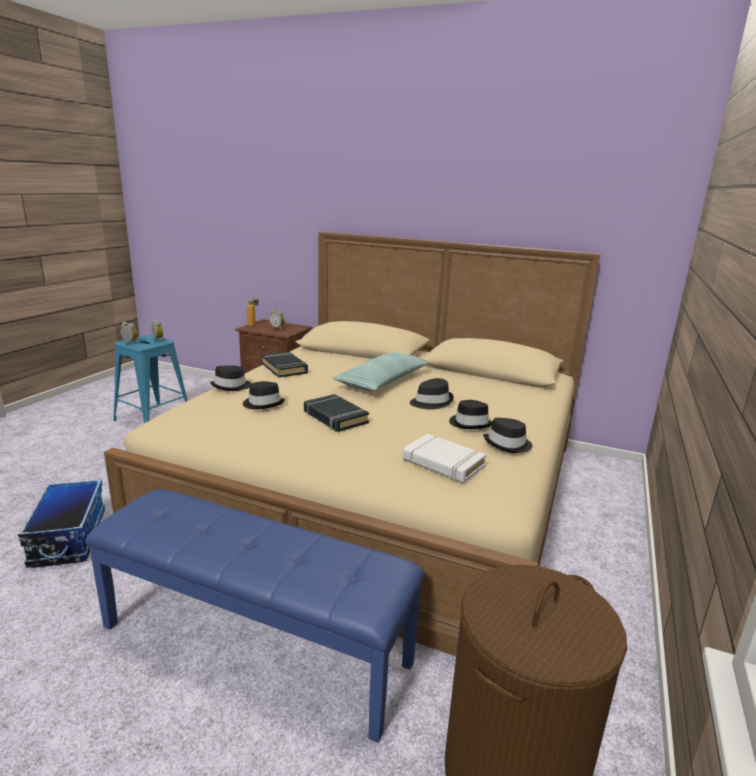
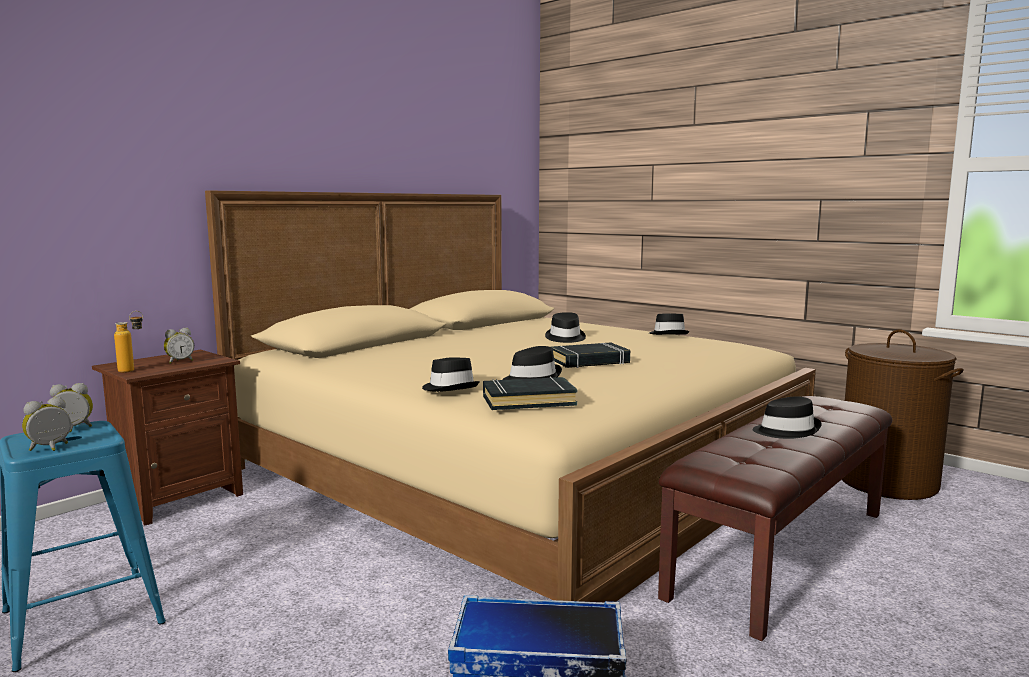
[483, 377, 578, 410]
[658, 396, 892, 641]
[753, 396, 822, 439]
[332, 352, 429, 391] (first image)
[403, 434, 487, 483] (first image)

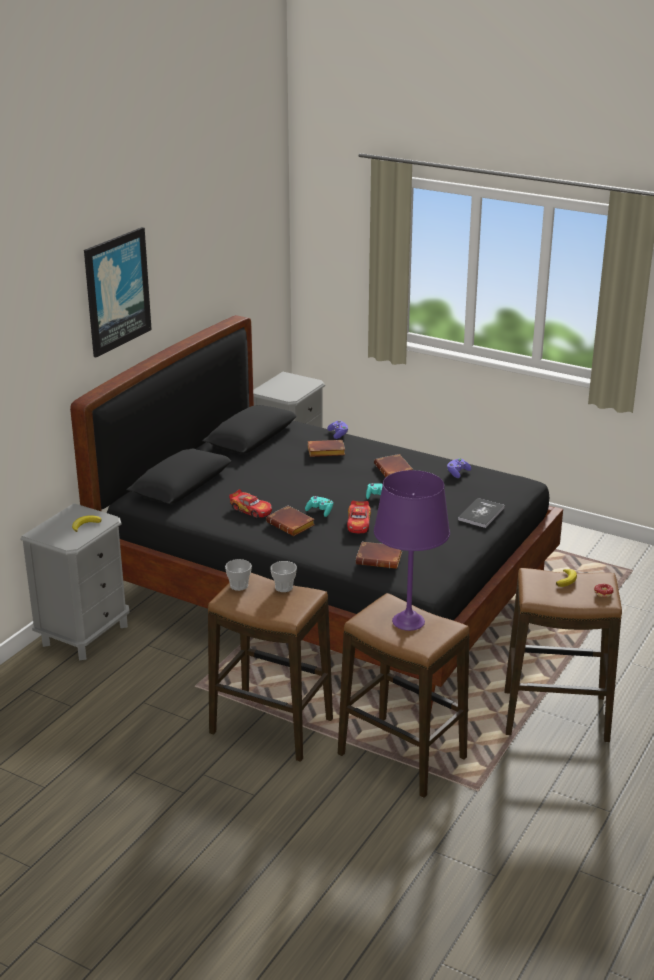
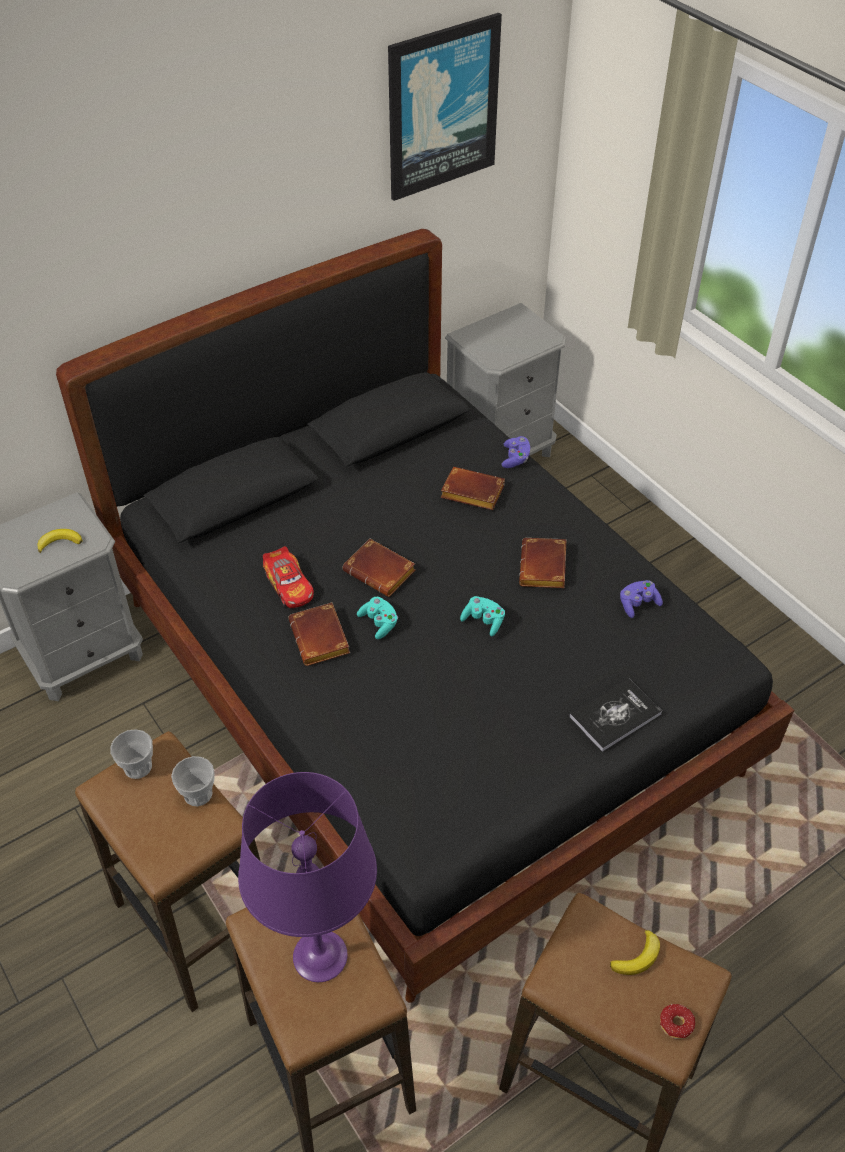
[342, 539, 415, 597]
[388, 13, 502, 201]
[347, 501, 371, 533] (first image)

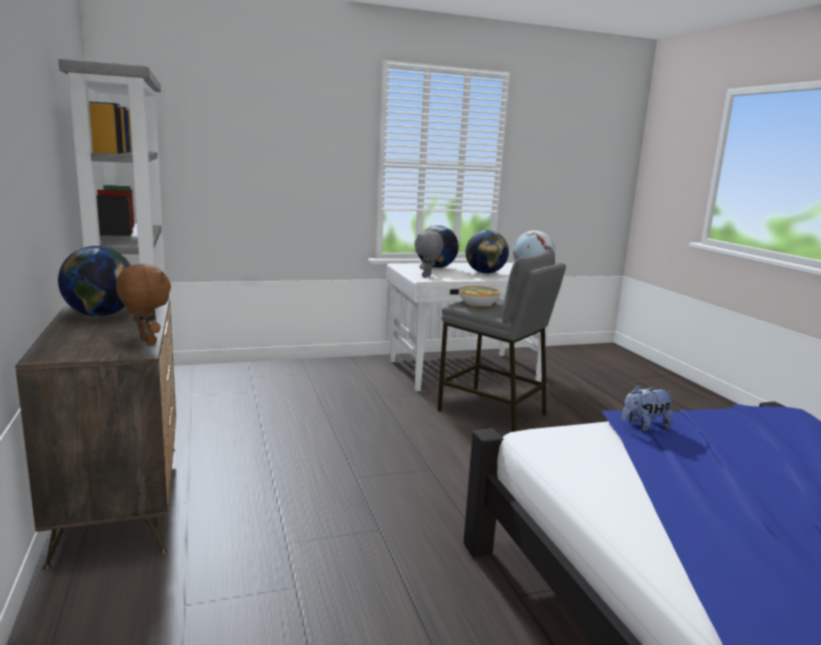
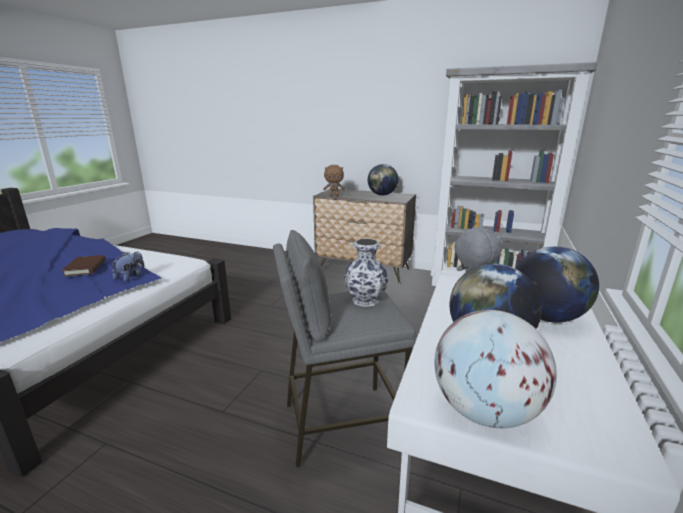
[61, 255, 106, 277]
[344, 239, 388, 307]

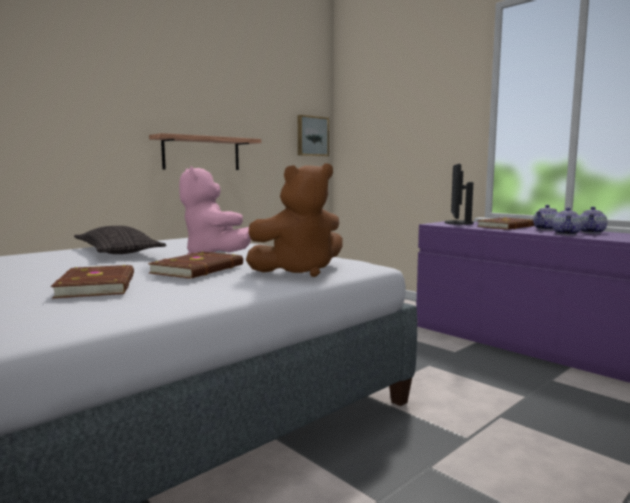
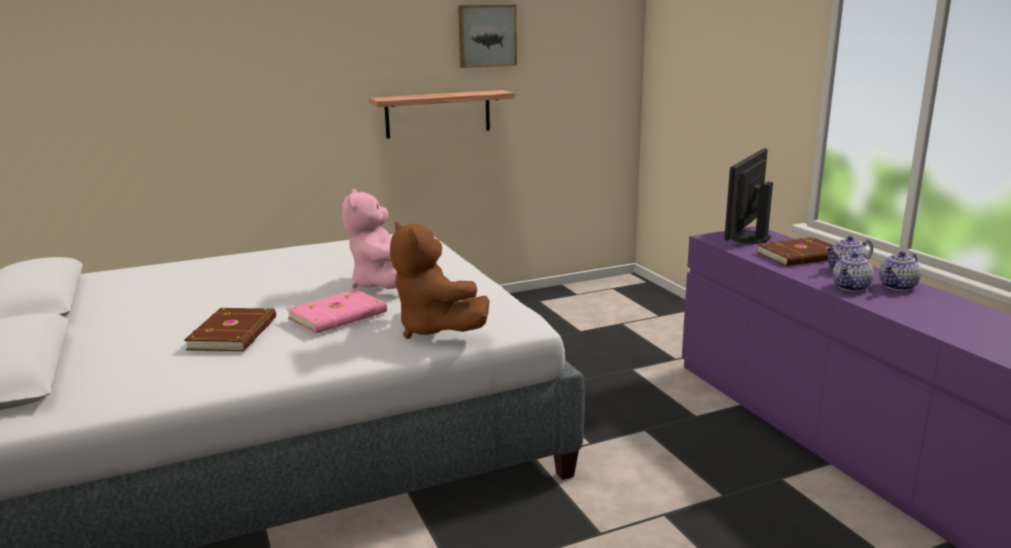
[287, 289, 387, 334]
[390, 222, 489, 339]
[458, 5, 517, 68]
[74, 226, 166, 254] (first image)

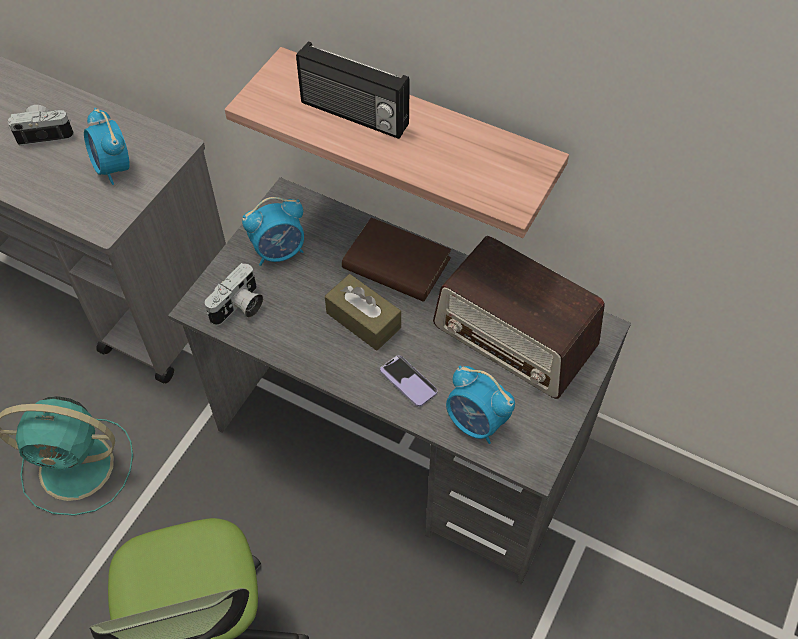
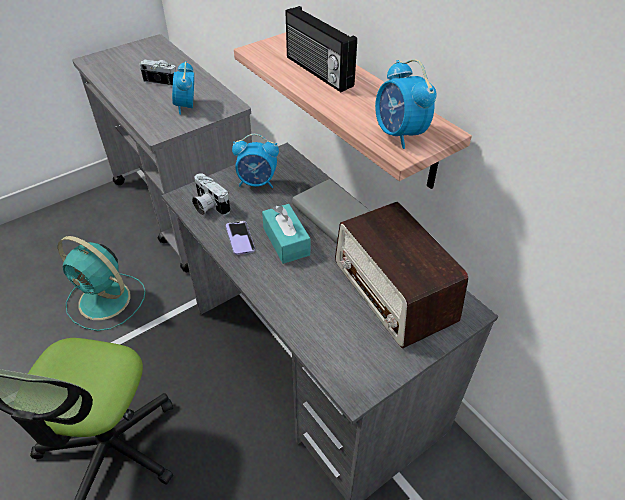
[192, 173, 230, 215]
[226, 221, 255, 255]
[262, 204, 310, 264]
[292, 179, 370, 244]
[375, 59, 437, 149]

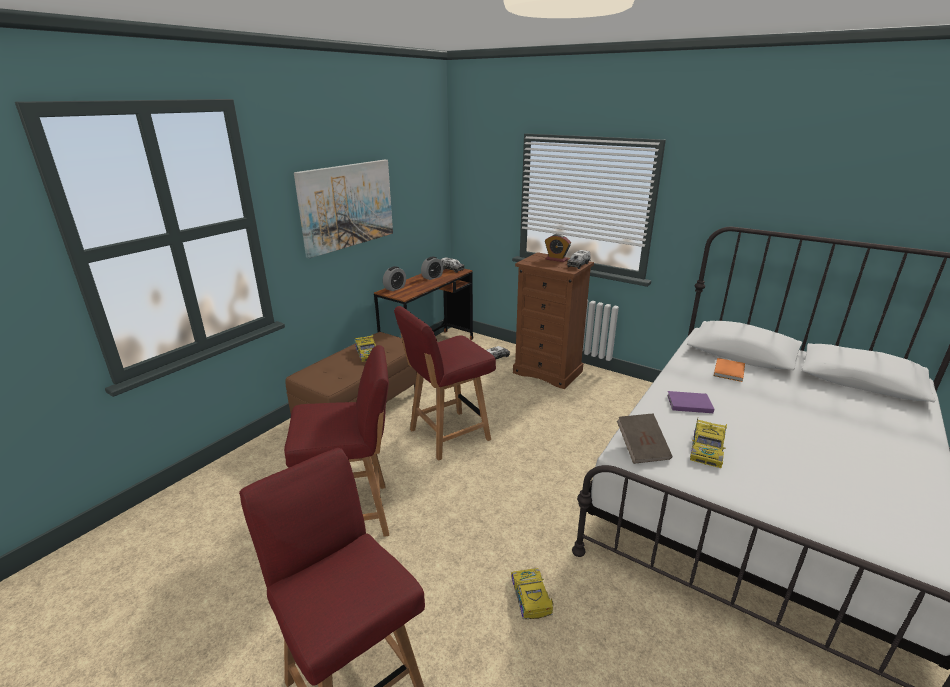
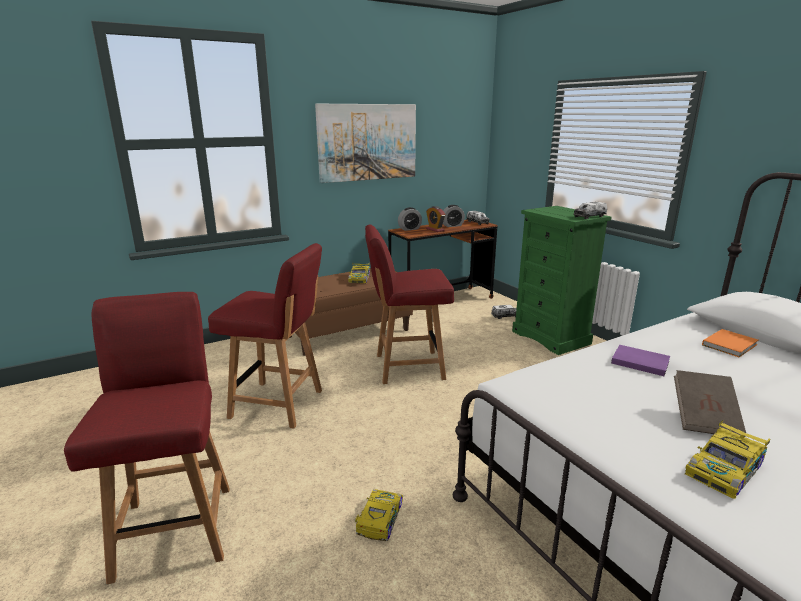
[426, 206, 445, 232]
[512, 206, 611, 355]
[674, 370, 746, 437]
[685, 420, 770, 499]

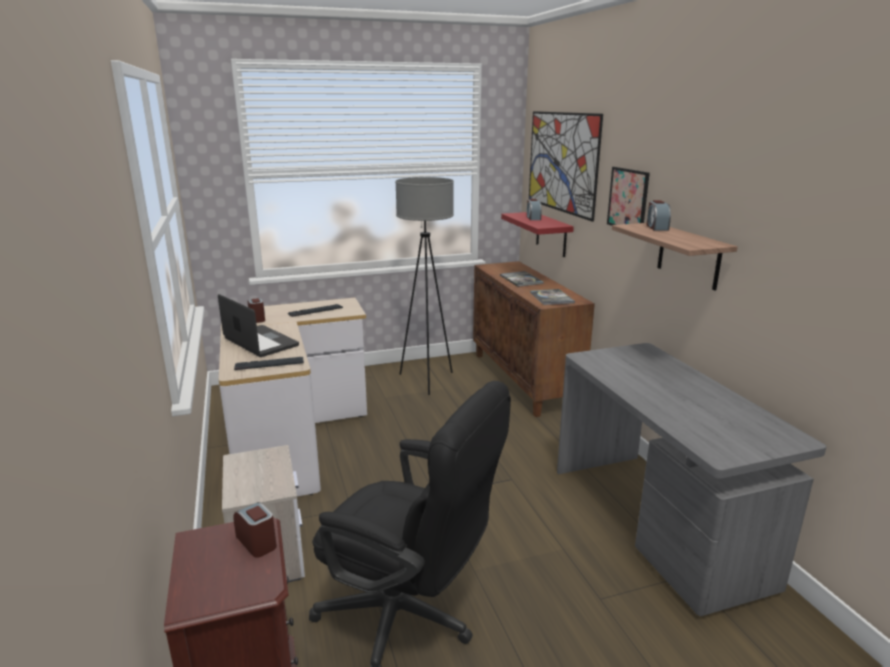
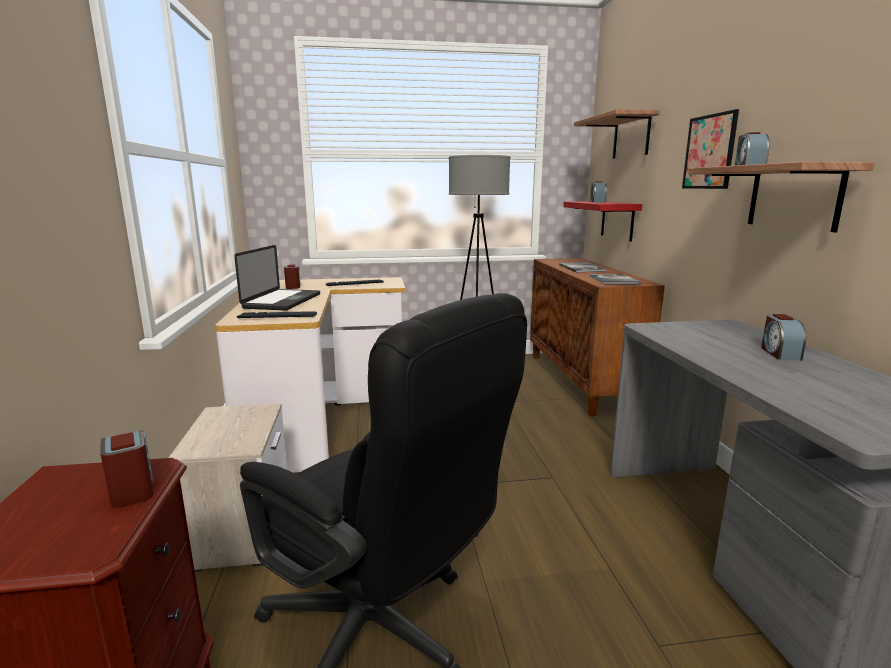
[234, 245, 320, 310]
[574, 109, 660, 159]
[761, 314, 806, 360]

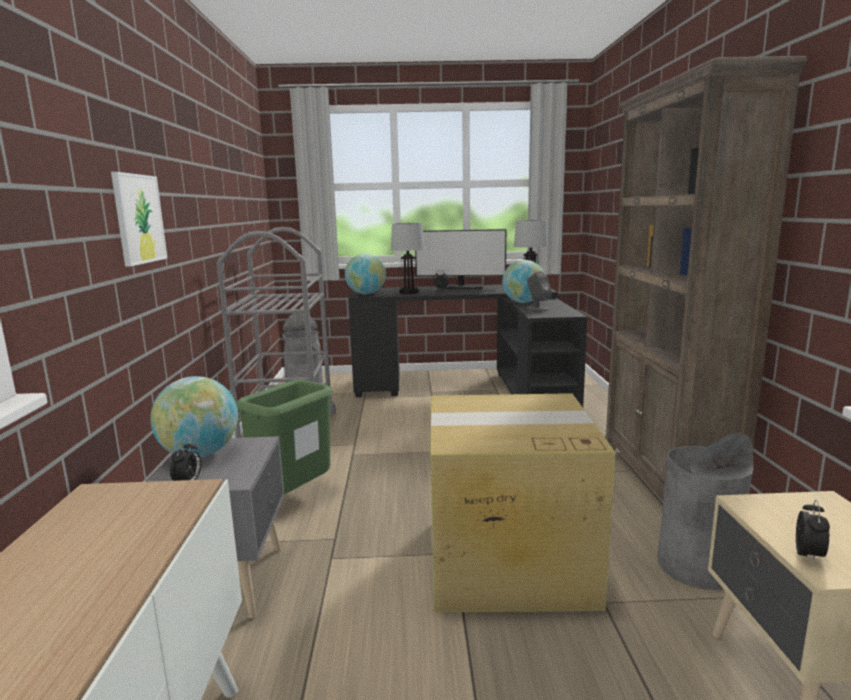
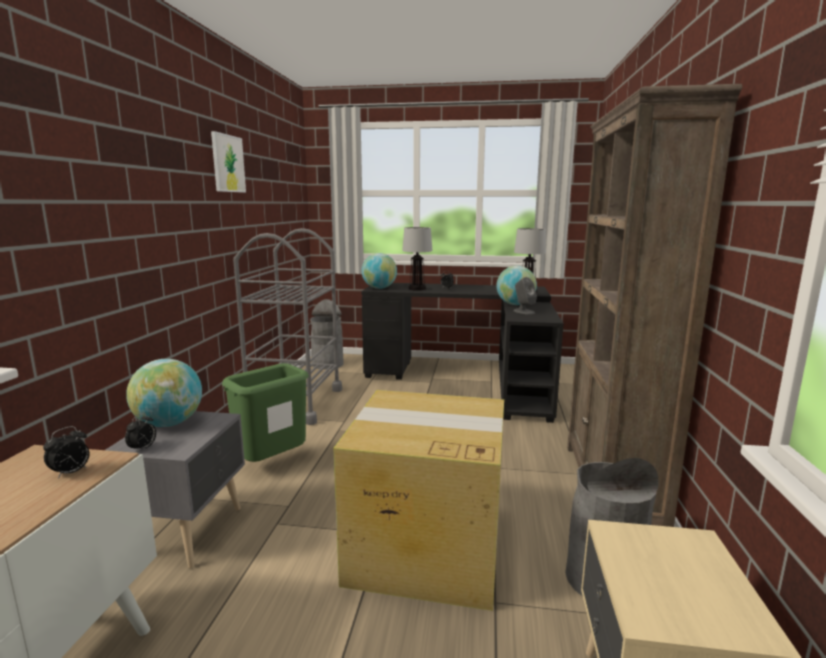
[43, 426, 89, 479]
[211, 131, 246, 193]
[415, 229, 506, 289] (first image)

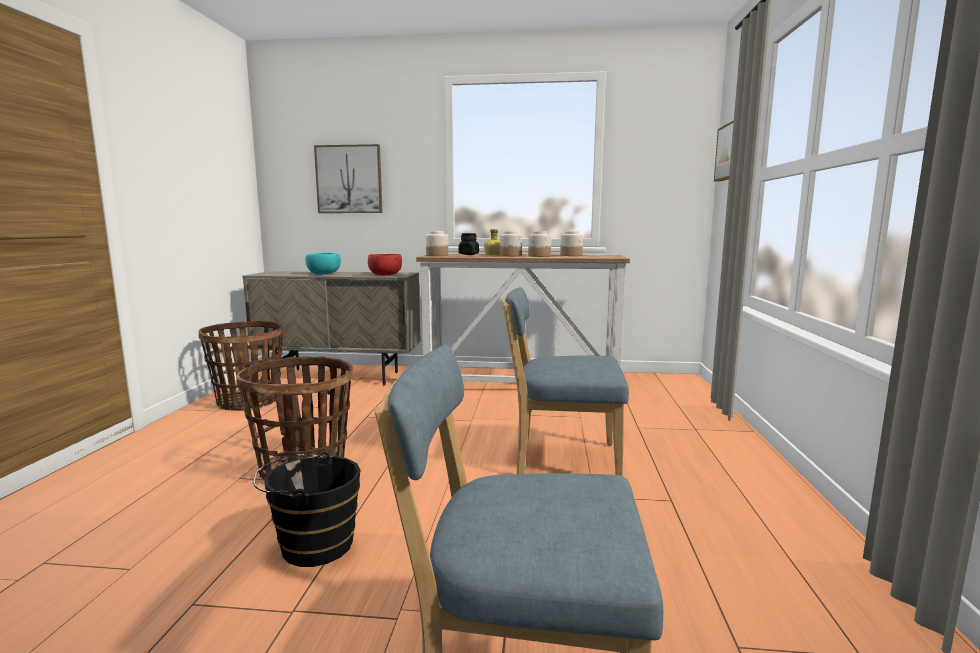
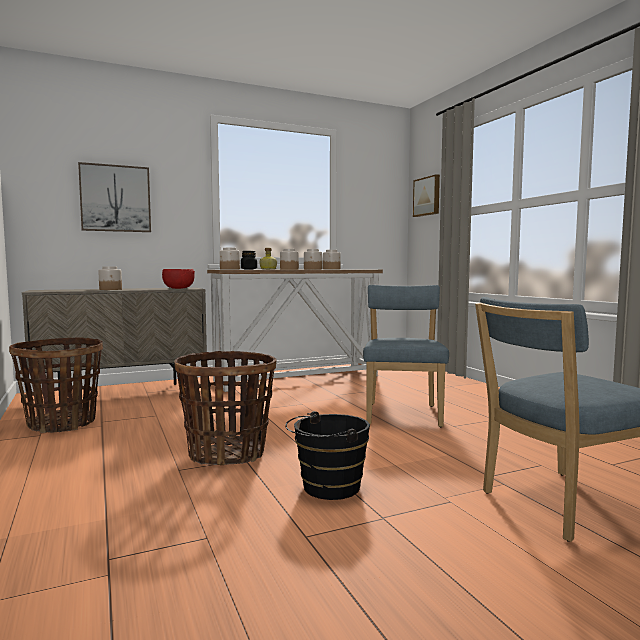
[98, 266, 122, 290]
[363, 285, 449, 427]

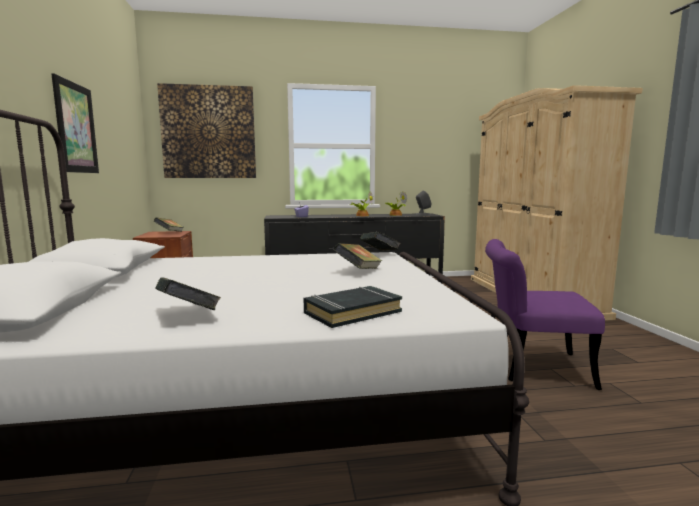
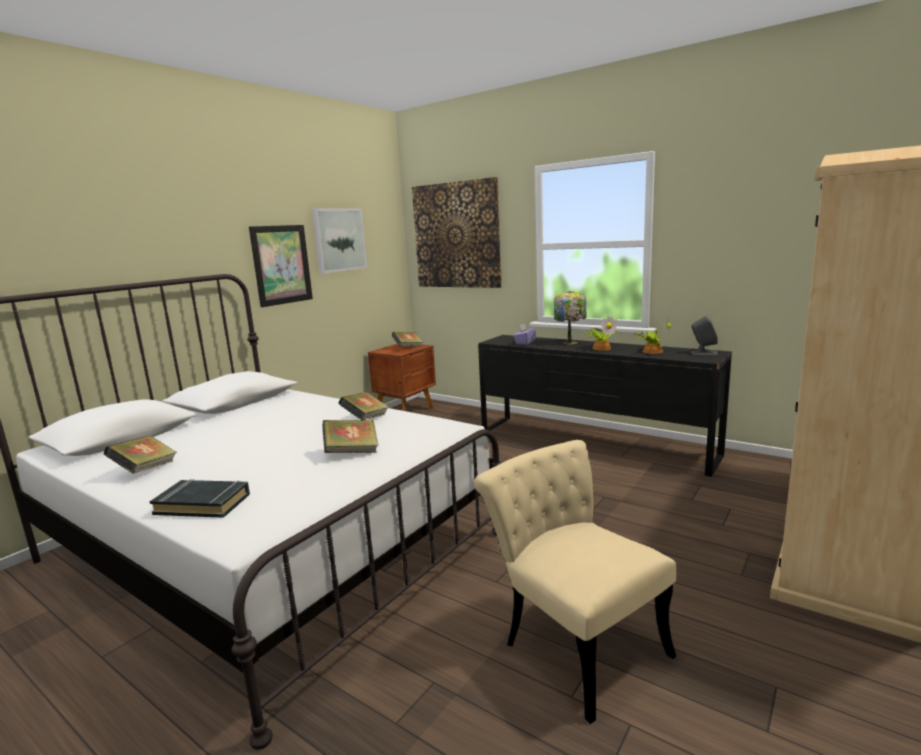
[312, 209, 367, 274]
[338, 392, 389, 420]
[474, 440, 677, 724]
[554, 291, 587, 344]

